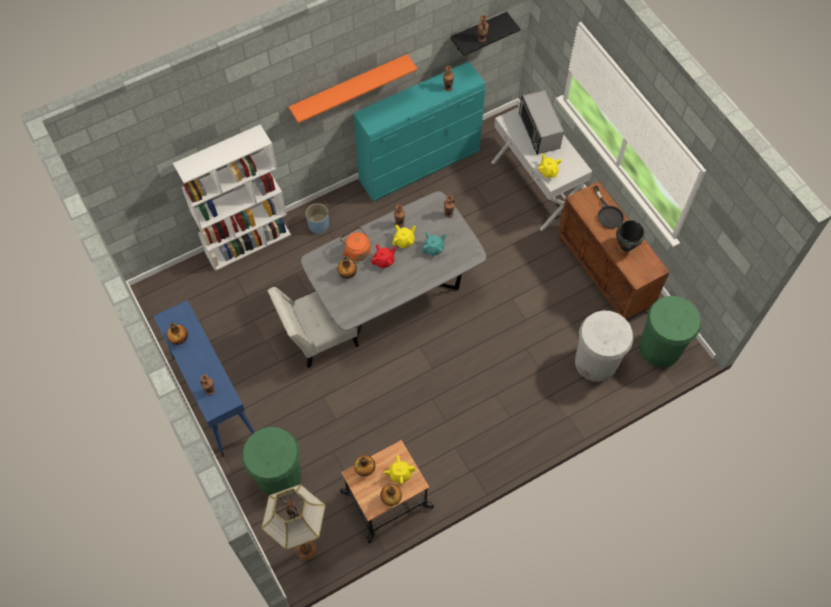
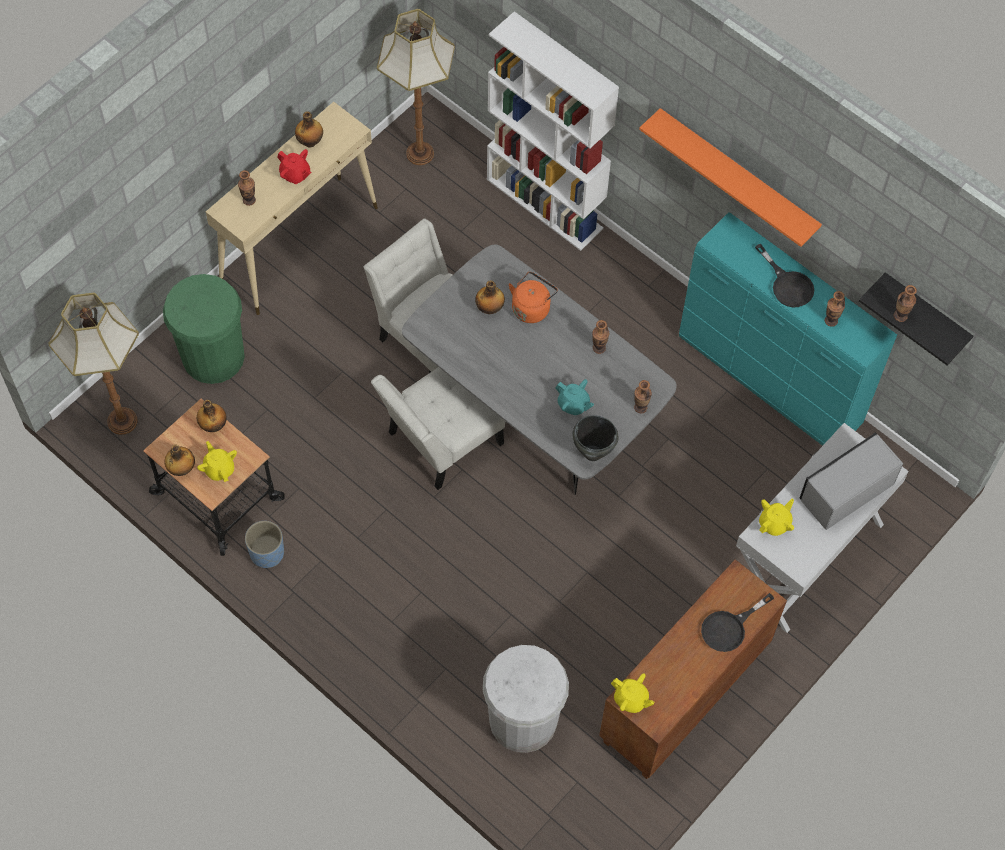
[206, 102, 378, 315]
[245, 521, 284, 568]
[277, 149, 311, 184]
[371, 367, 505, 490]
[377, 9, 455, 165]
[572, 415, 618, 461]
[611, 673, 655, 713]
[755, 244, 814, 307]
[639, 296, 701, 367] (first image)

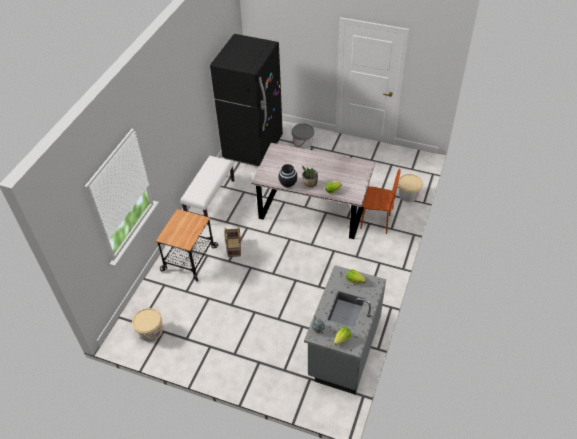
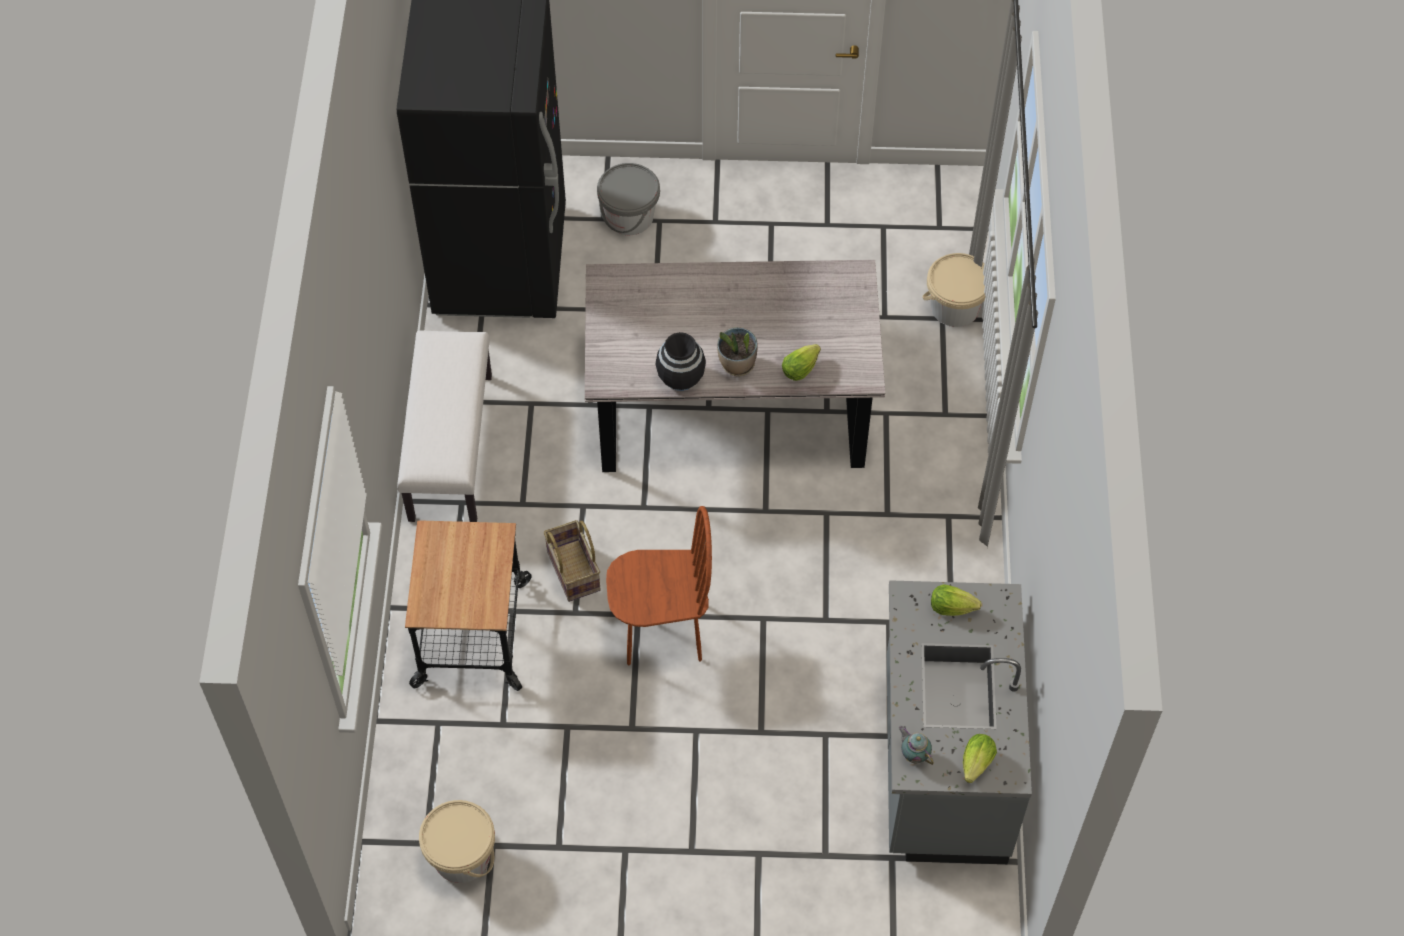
[606, 506, 712, 665]

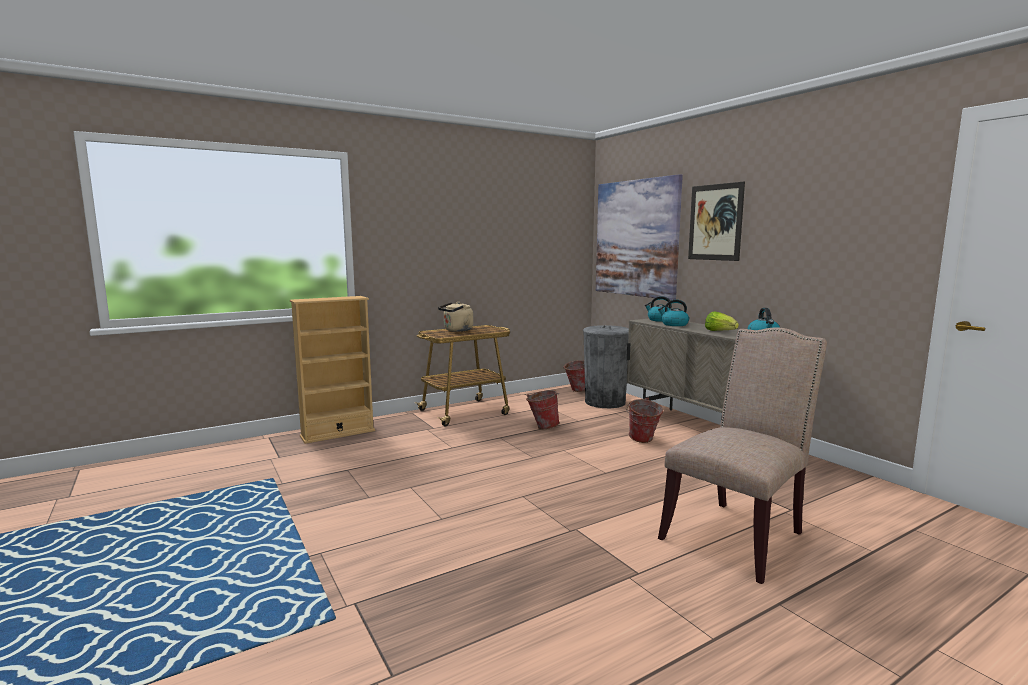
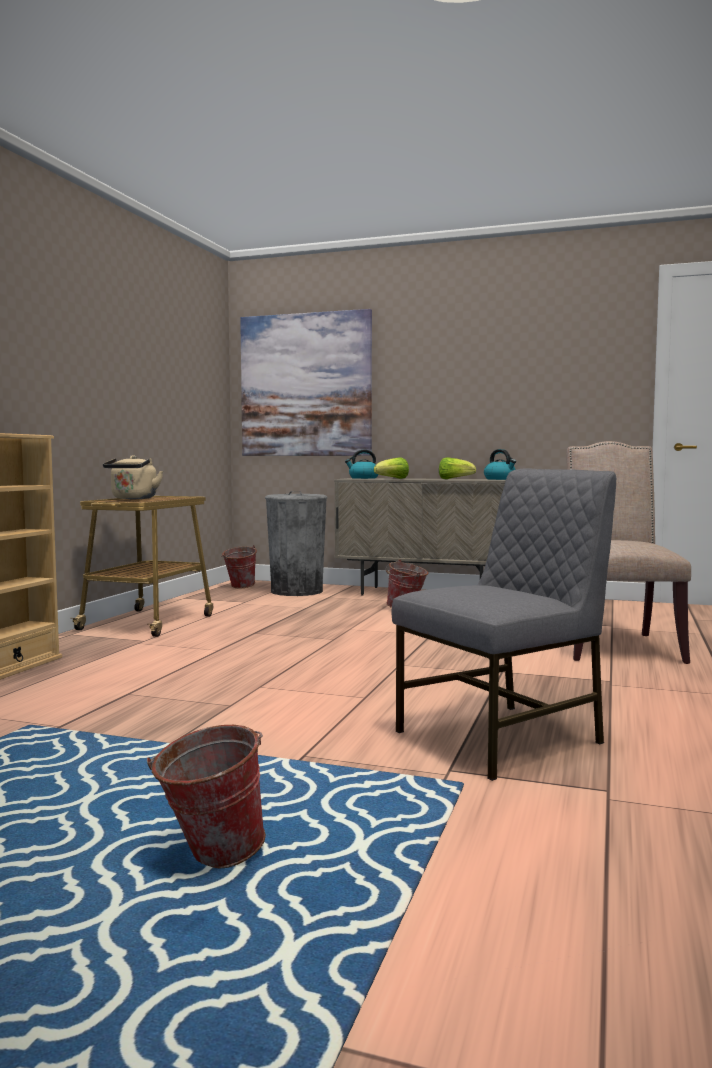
[147, 725, 266, 868]
[374, 457, 409, 479]
[391, 468, 616, 781]
[688, 182, 745, 261] (first image)

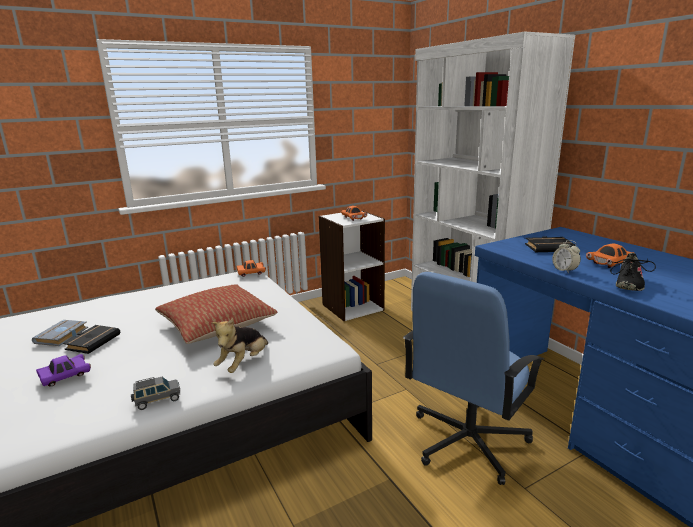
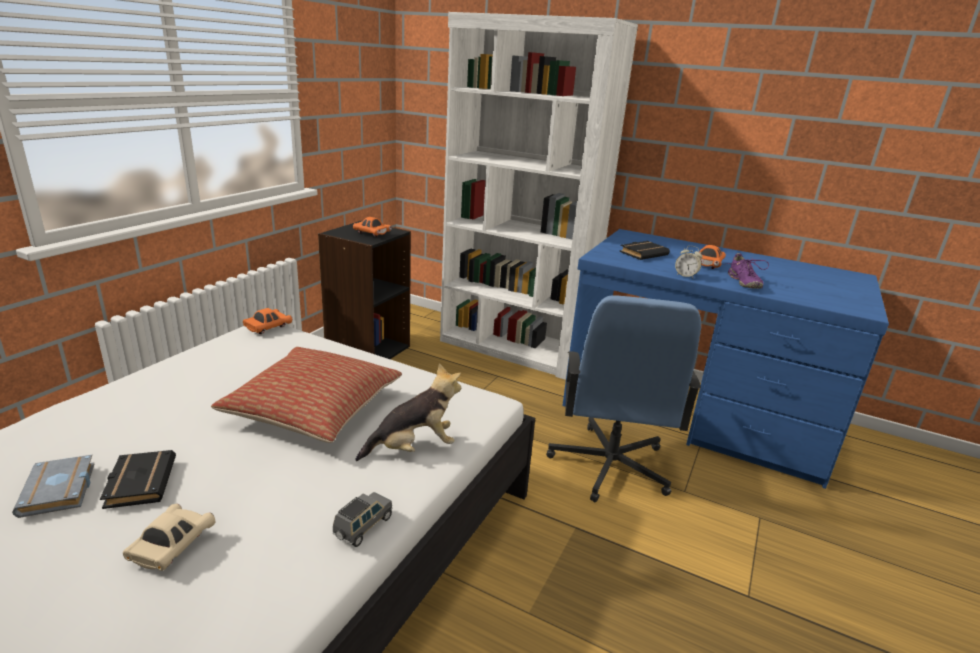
[123, 504, 215, 571]
[318, 221, 411, 359]
[355, 363, 461, 461]
[727, 253, 769, 289]

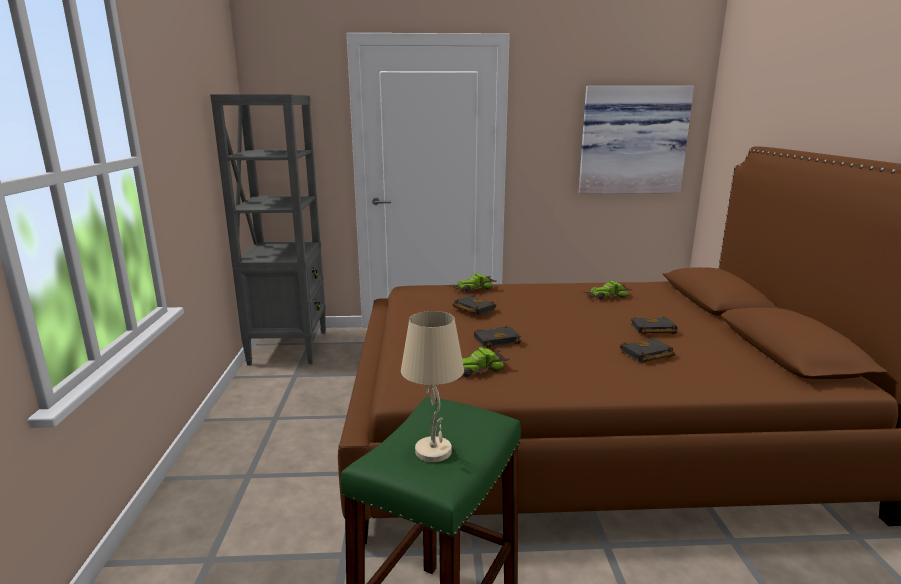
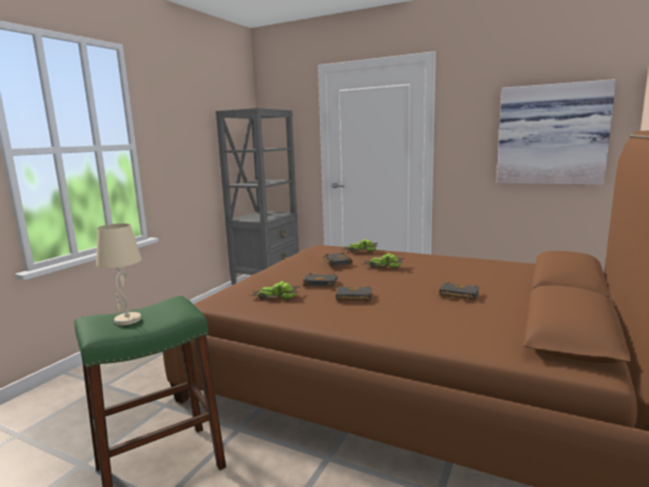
[336, 285, 372, 301]
[363, 253, 405, 269]

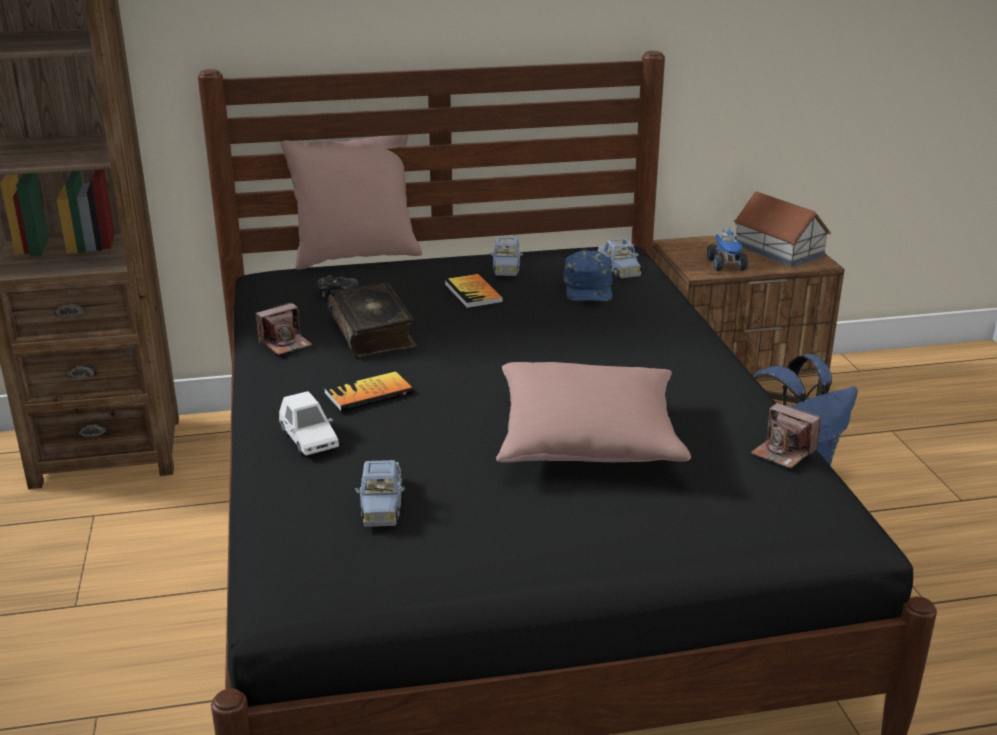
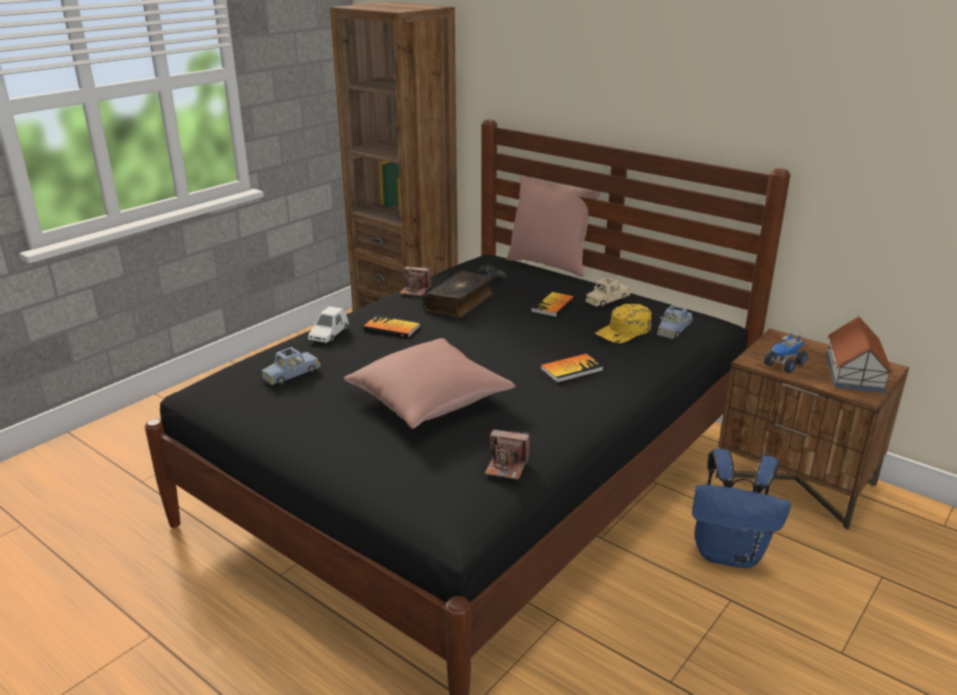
[485, 430, 529, 480]
[540, 354, 604, 383]
[586, 277, 630, 307]
[595, 304, 651, 343]

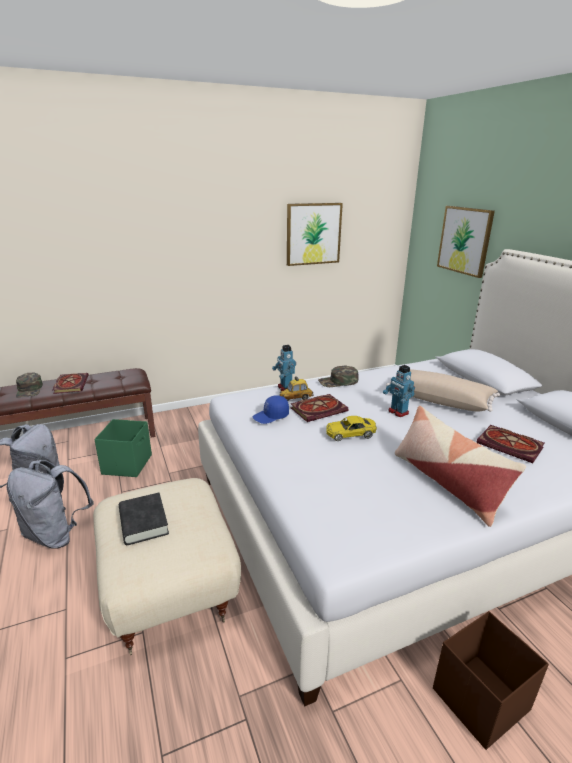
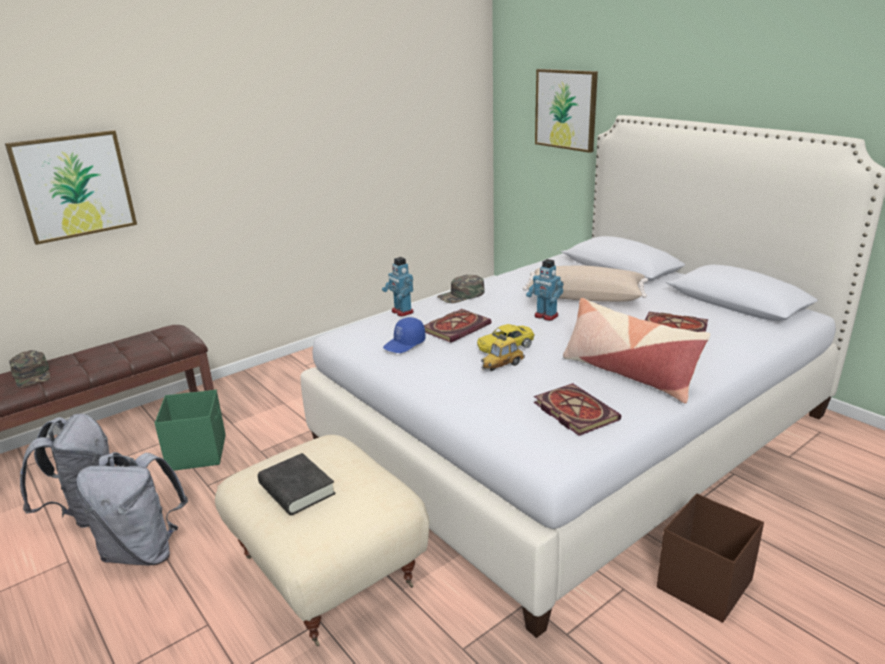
[5, 130, 137, 245]
[481, 334, 525, 371]
[534, 383, 621, 436]

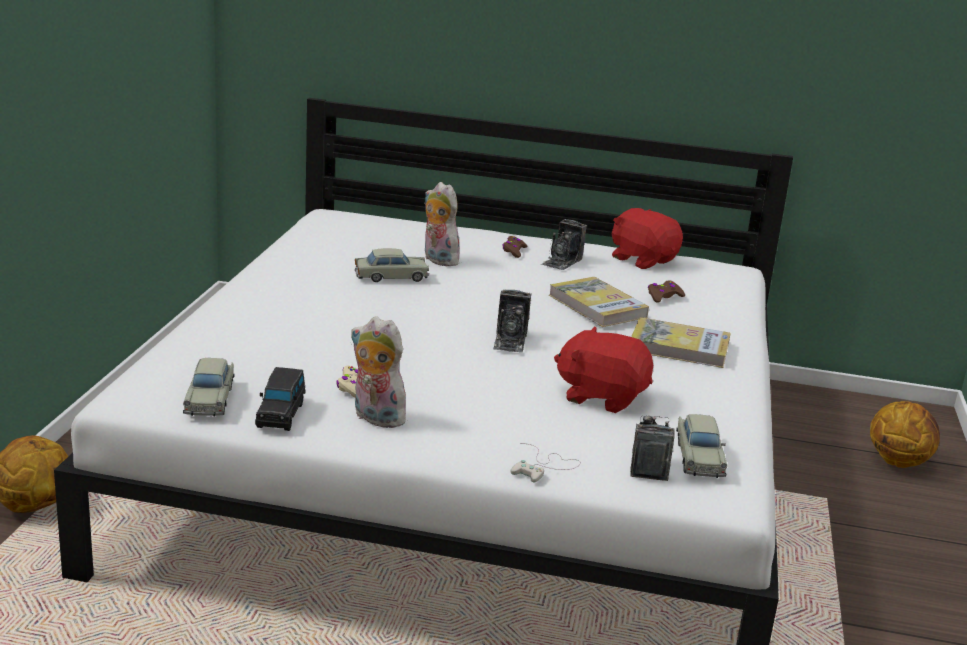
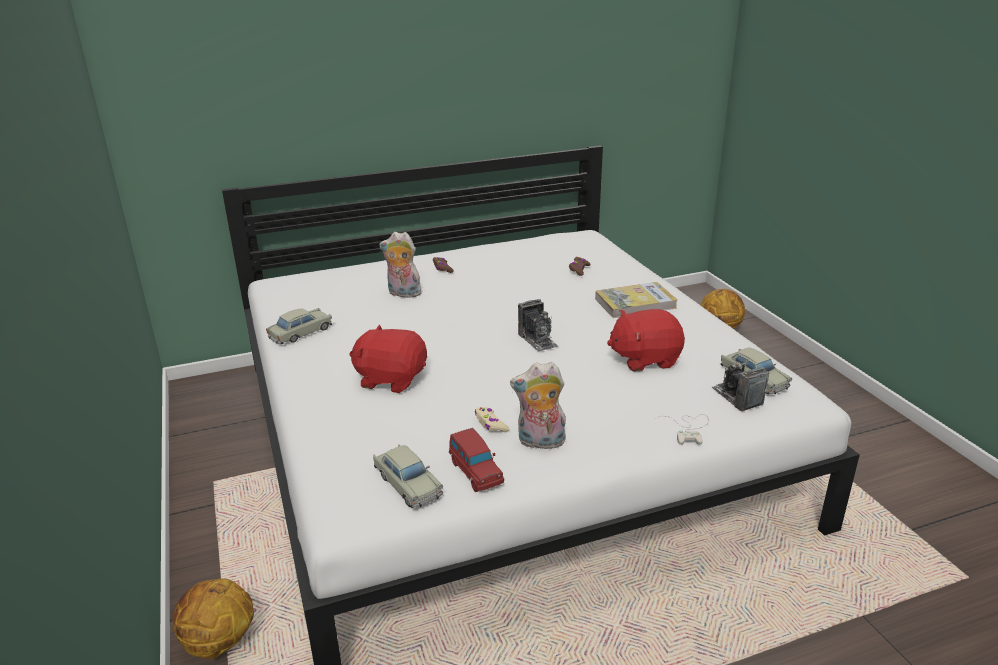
[266, 308, 332, 345]
[350, 324, 427, 393]
[449, 428, 504, 492]
[541, 219, 587, 270] (first image)
[549, 277, 649, 327] (first image)

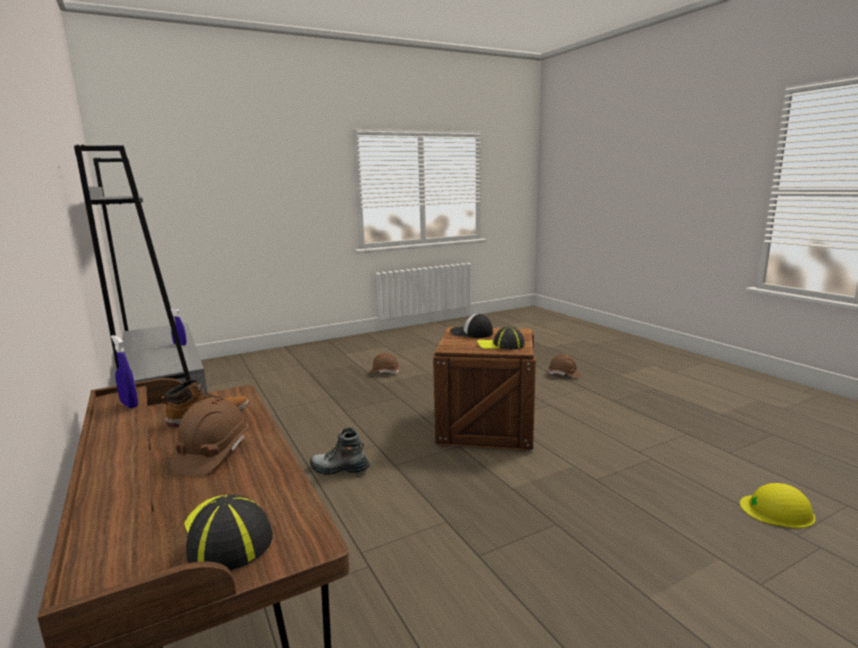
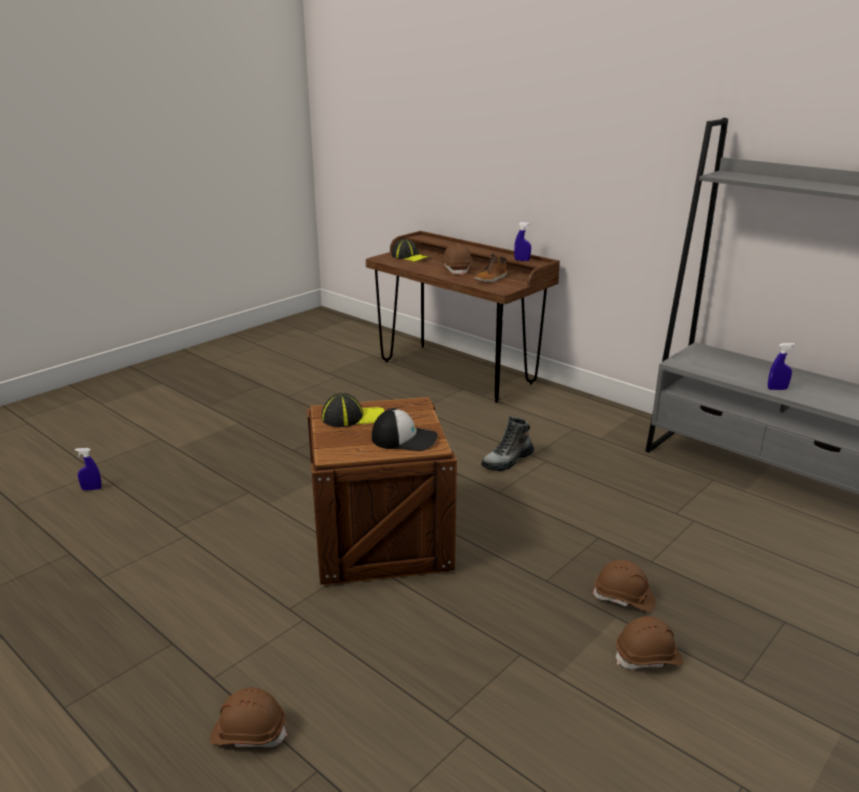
[75, 448, 101, 491]
[481, 416, 534, 471]
[592, 560, 656, 612]

